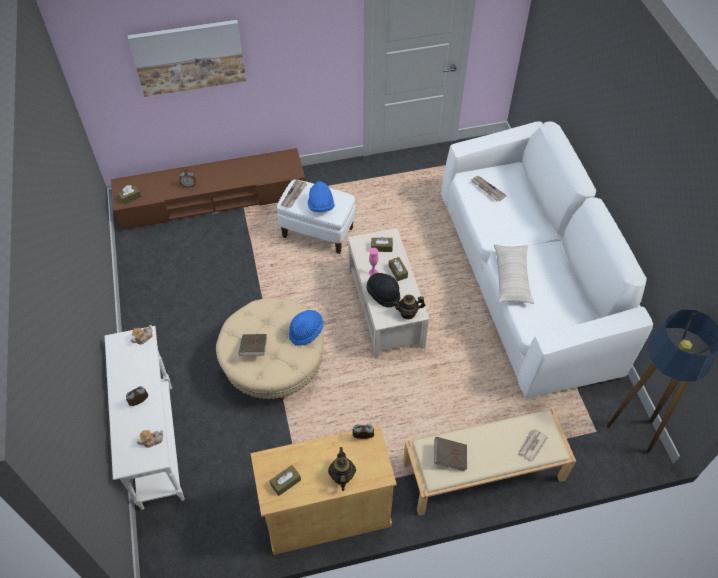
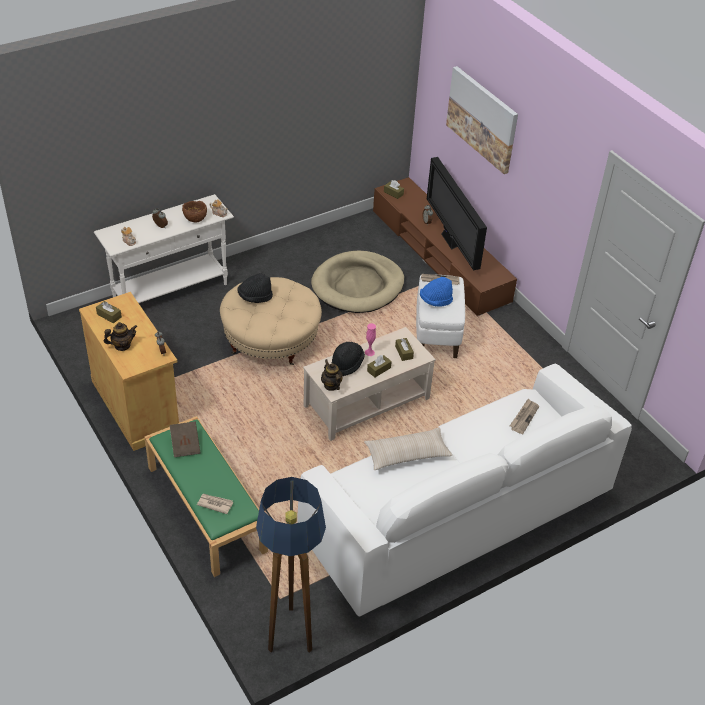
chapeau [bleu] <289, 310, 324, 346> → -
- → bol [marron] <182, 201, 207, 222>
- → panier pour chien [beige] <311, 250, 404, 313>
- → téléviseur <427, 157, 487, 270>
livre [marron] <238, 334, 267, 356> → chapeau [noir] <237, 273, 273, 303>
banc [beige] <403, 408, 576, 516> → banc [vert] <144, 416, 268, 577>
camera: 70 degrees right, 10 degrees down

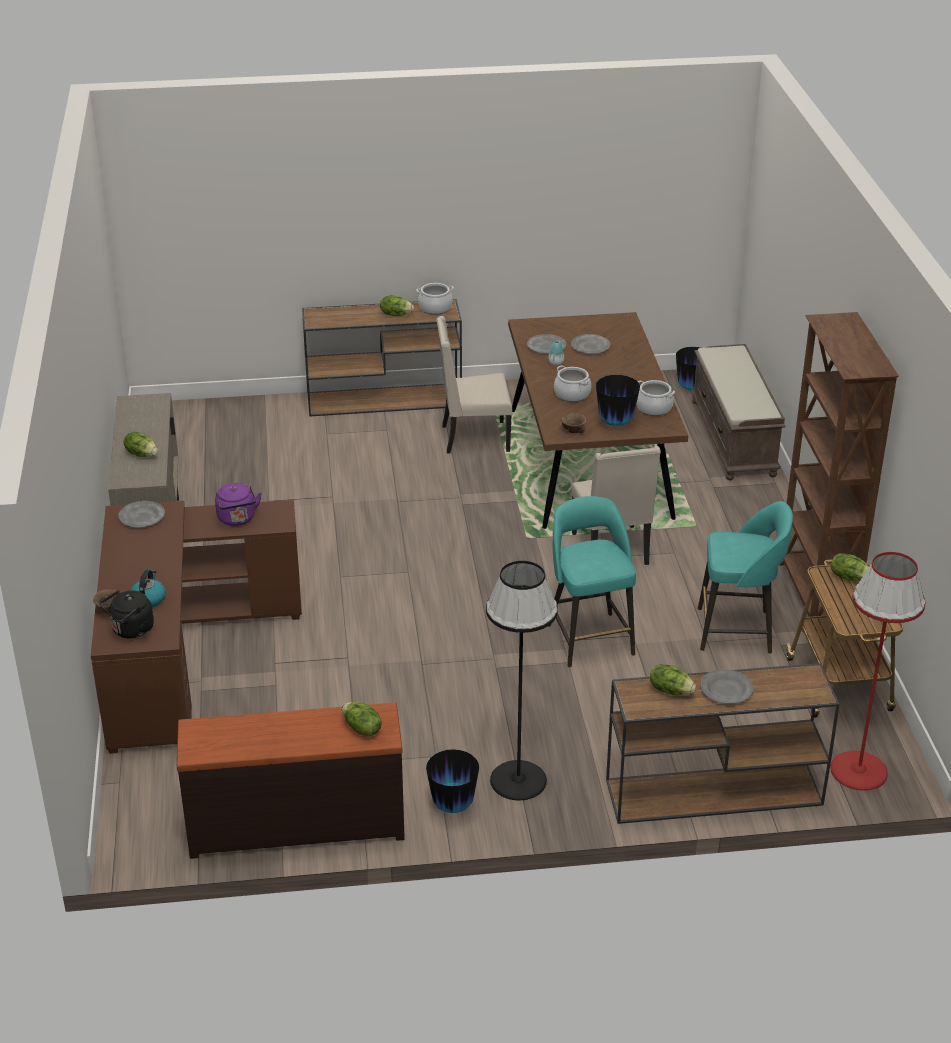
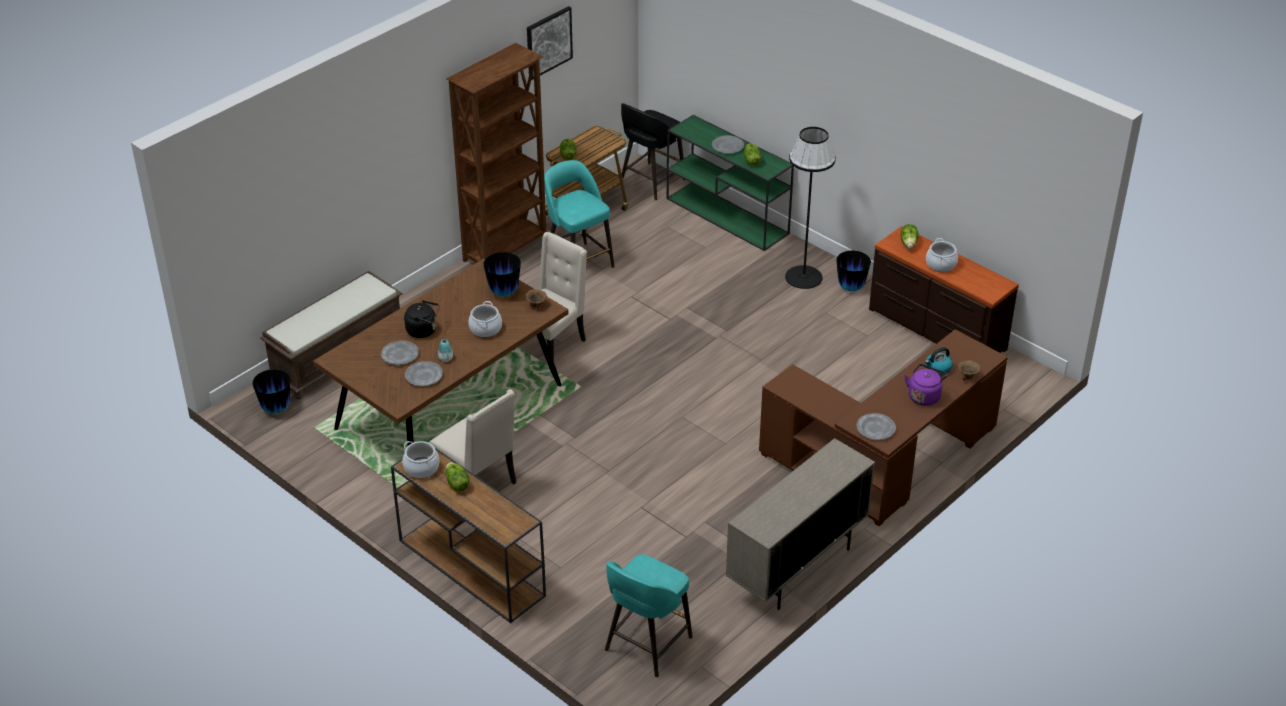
laitue <124, 432, 158, 457> → -
- → tableau <527, 6, 573, 80>
bouilloire [noir] <100, 590, 154, 639> → bouilloire [noir] <404, 300, 440, 338>, move
bouilloire [violet] <215, 483, 262, 526> → bouilloire [violet] <904, 364, 948, 406>, move
tabouret [turquoise] <548, 496, 636, 667> → tabouret [turquoise] <605, 554, 693, 677>, move
marmite <636, 380, 675, 416> → marmite <926, 238, 958, 272>, move
lampadaire [rouge] <830, 552, 926, 791> → tabouret [noir] <621, 103, 685, 200>
table console [marron] <606, 663, 840, 824> → table console [vert] <667, 115, 794, 251>
camera: 130 degrees left, 5 degrees up

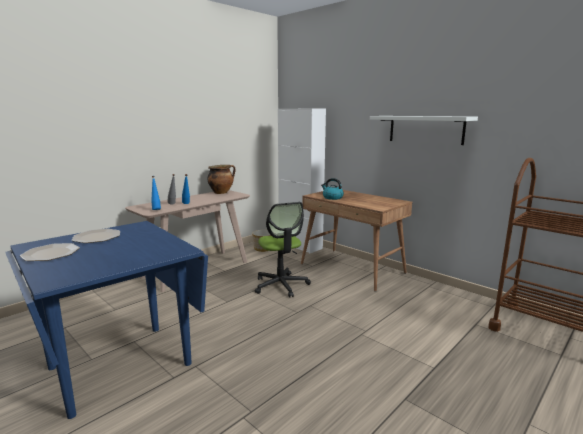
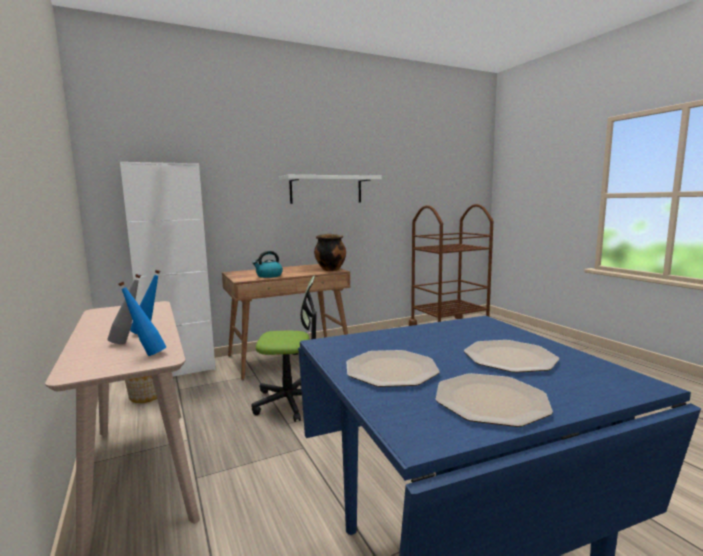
- → assiette <464, 340, 560, 373>
marmite <207, 165, 236, 194> → marmite <314, 234, 346, 271>, move
camera: 70 degrees left, 5 degrees down

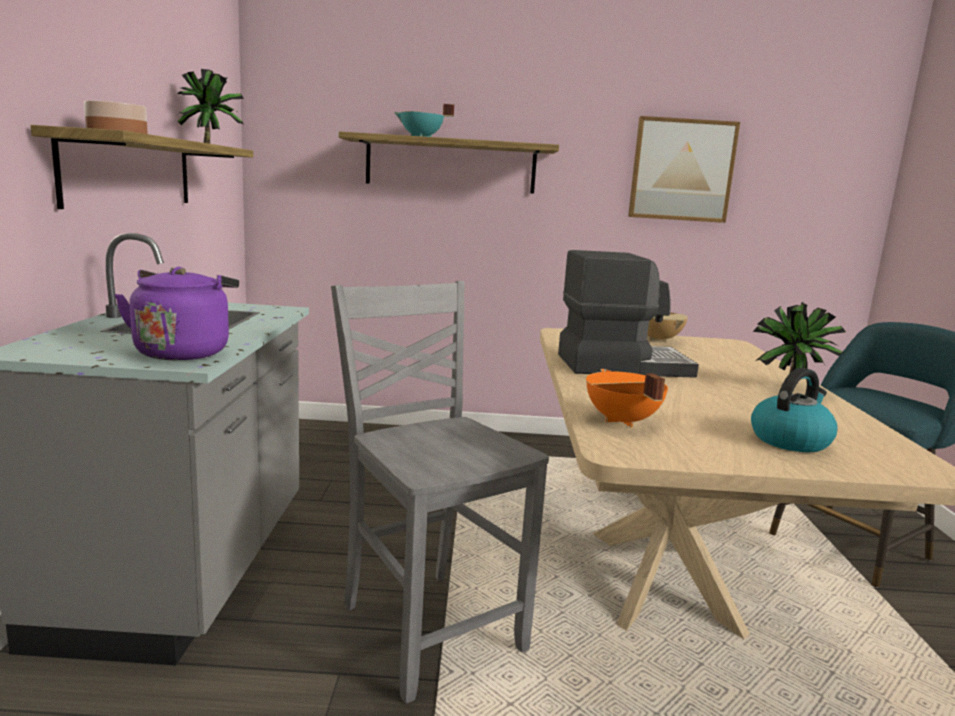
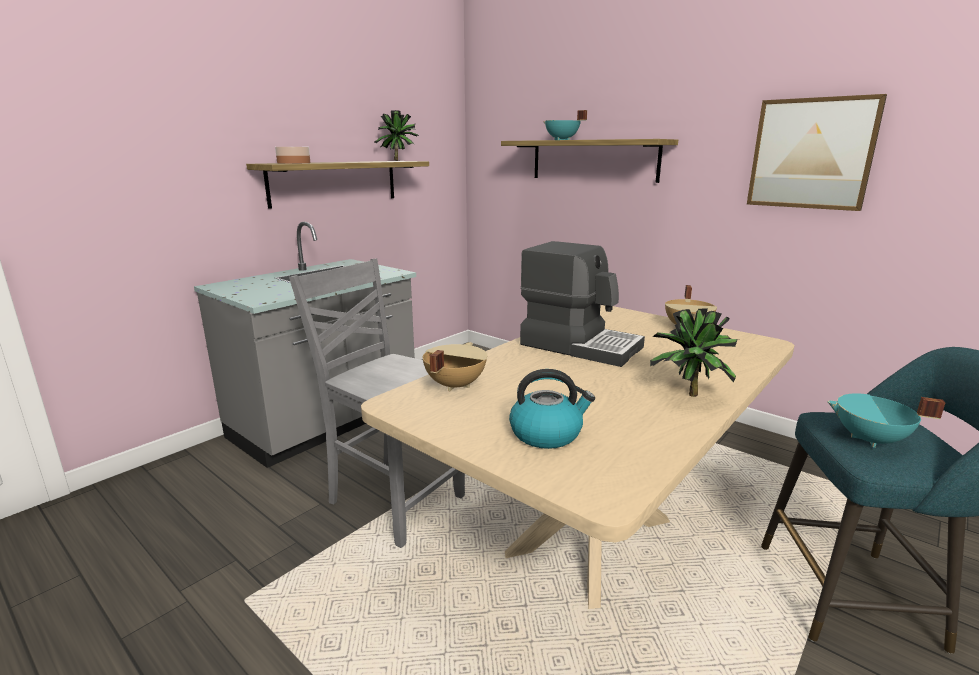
bouilloire [violet] <115, 267, 239, 360> → -
- → marmite [turquoise] <827, 394, 945, 448>
marmite [orange] <586, 369, 668, 427> → marmite [beige] <422, 342, 487, 391>
chaise [gris] <331, 281, 549, 703> → chaise [gris] <289, 259, 465, 548>, 60 degrees counterclockwise
camera: 40 degrees right, 5 degrees up

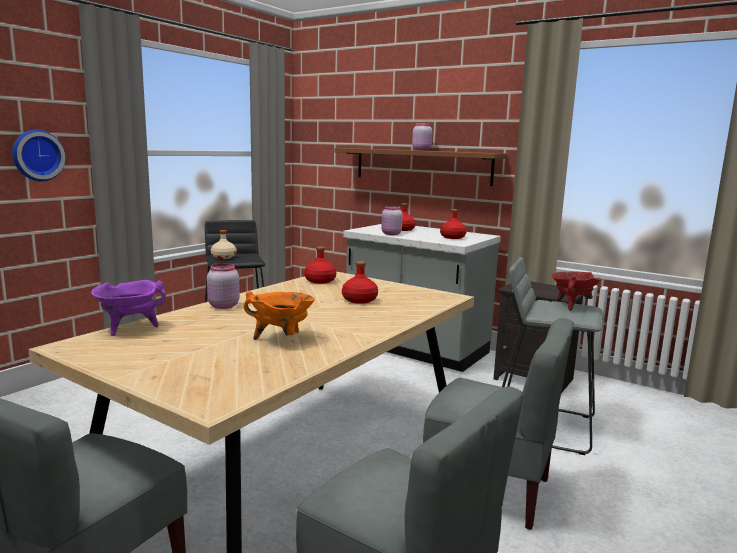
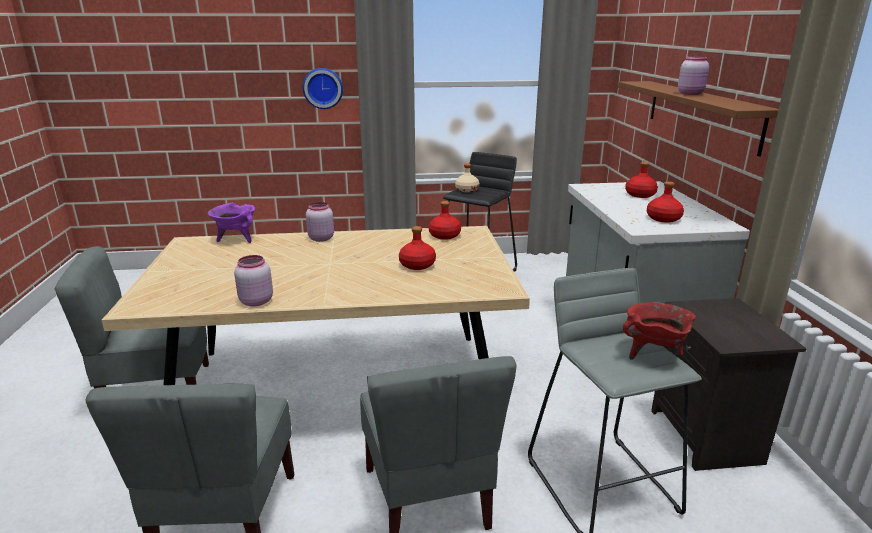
marmite [orange] <244, 291, 315, 340> → -
bocal [rose] <381, 206, 403, 235> → bocal [rose] <234, 255, 273, 306>, move
camera: 50 degrees right, 10 degrees up

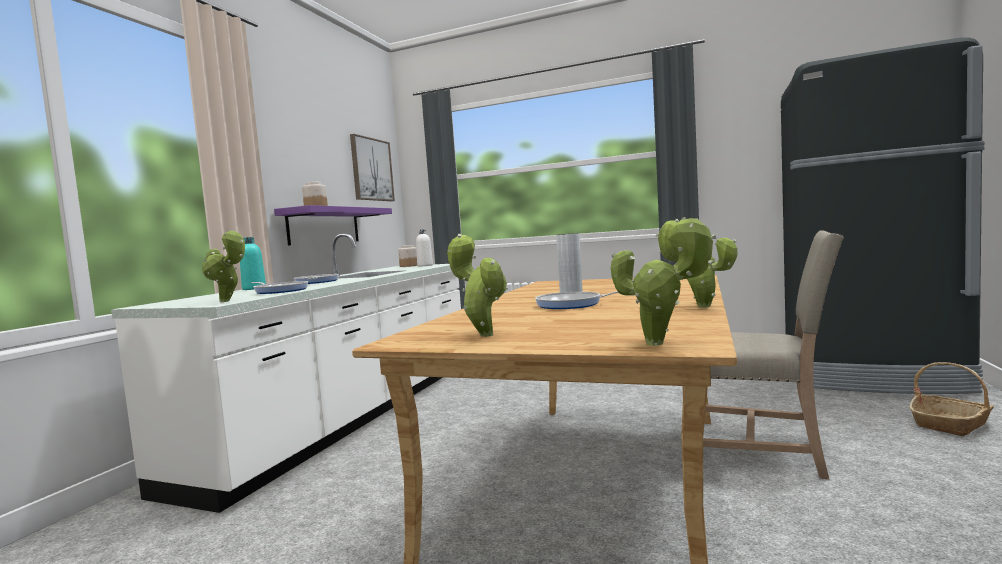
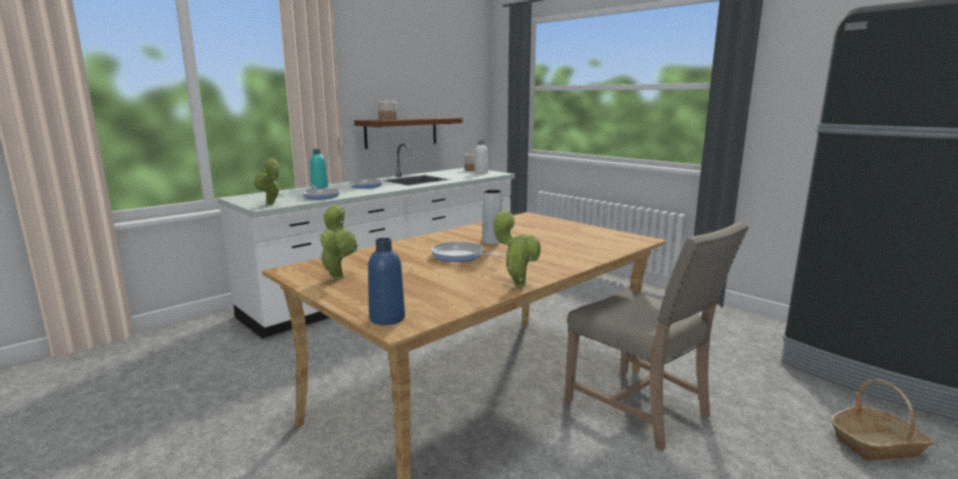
tableau <350, 134, 395, 201> → -
plante en pot <611, 217, 716, 346> → bouteille [bleu] <368, 238, 405, 325>
étagère [violet] <274, 205, 392, 246> → étagère [marron] <354, 117, 463, 149>
camera: 25 degrees right, 10 degrees up

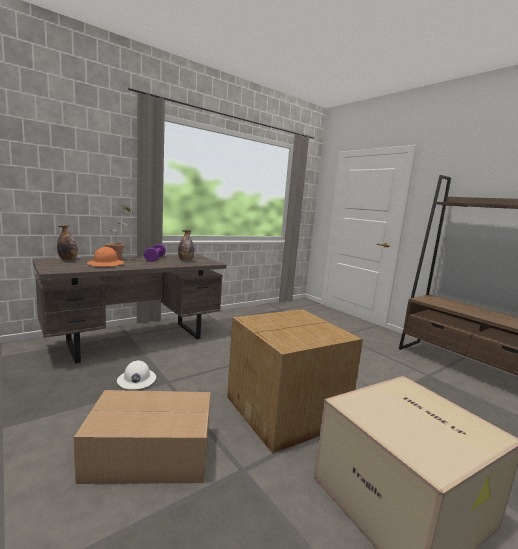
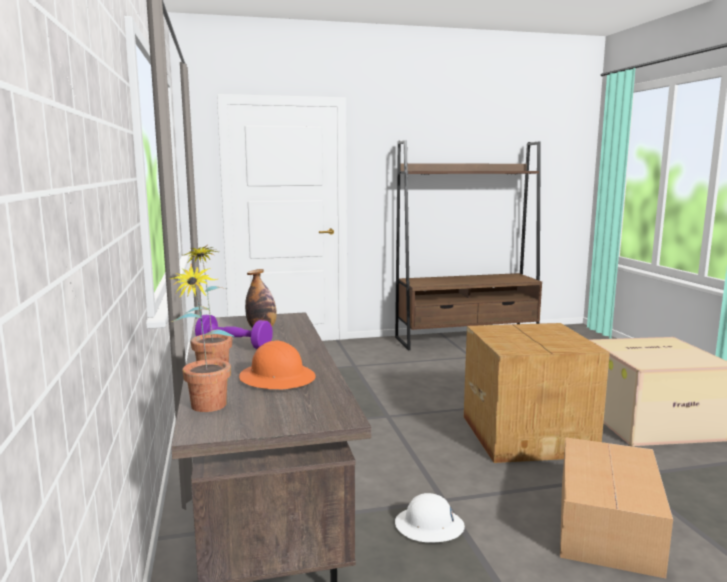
bouteille <57, 225, 78, 260> → plante en pot <170, 264, 235, 412>
camera: 65 degrees left, 0 degrees up

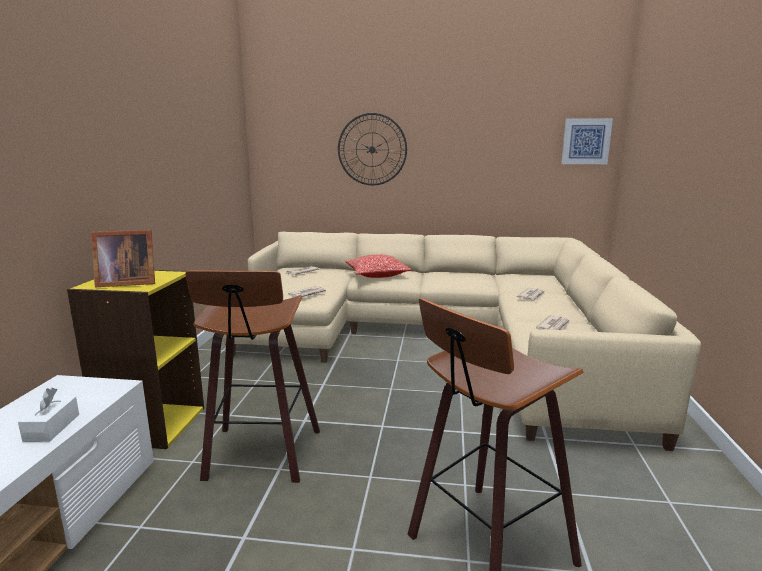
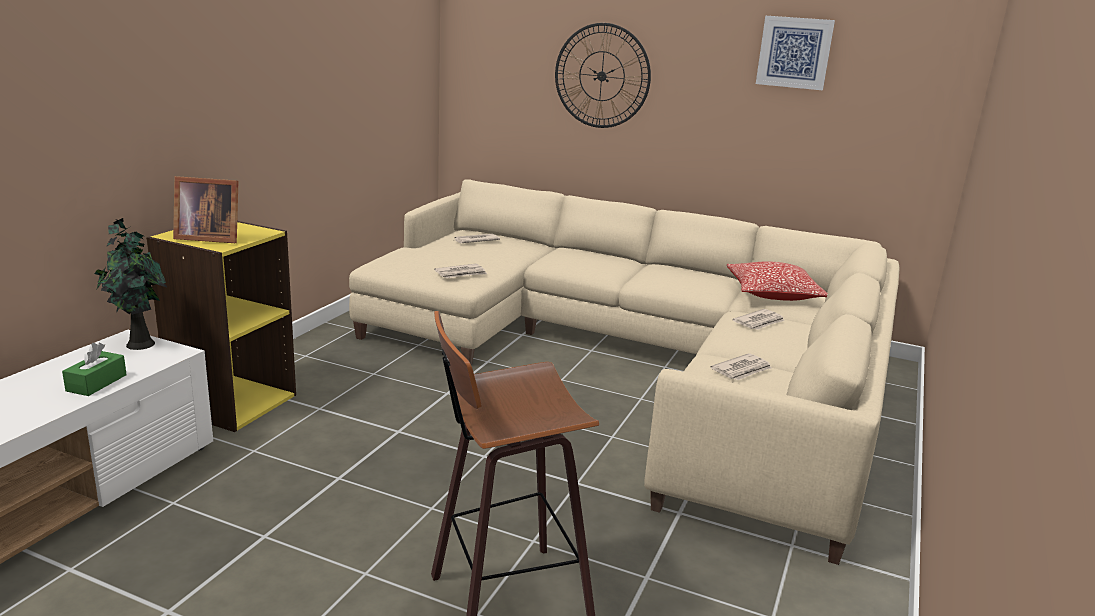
tabouret <185, 270, 320, 483> → -
- → plante en pot <95, 218, 168, 350>
coussin <345, 254, 412, 278> → coussin <727, 261, 828, 301>, move
tableau <561, 118, 613, 164> → tableau <756, 16, 835, 90>, move
boîte à mouchoirs [blanc] <18, 388, 79, 442> → boîte à mouchoirs [vert] <62, 343, 127, 396>
camera: 15 degrees right, 5 degrees up

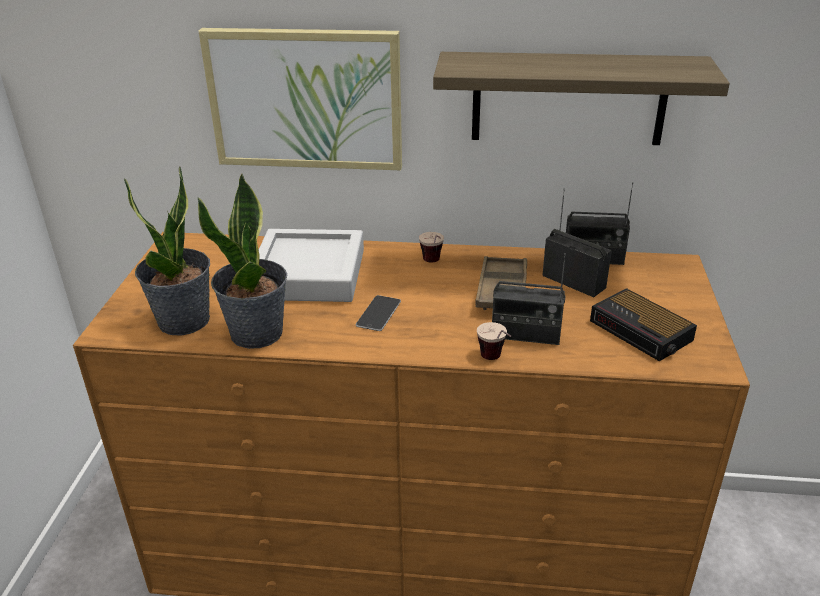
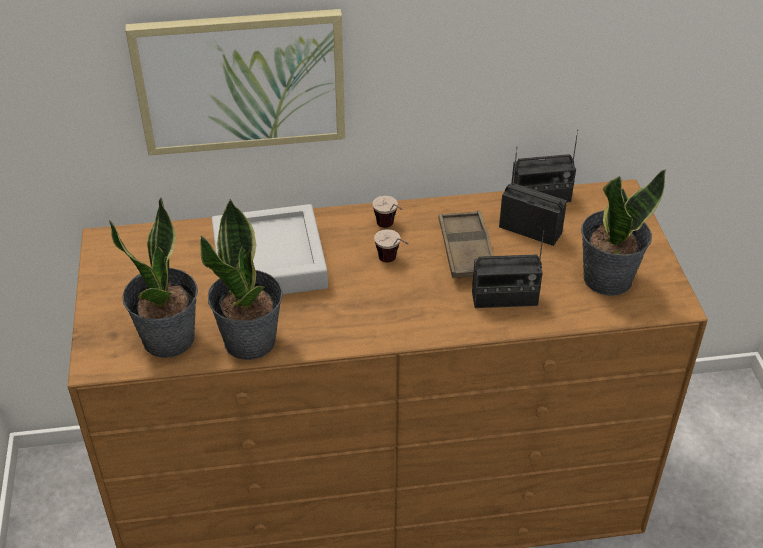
téléphone <356, 295, 401, 331> → -
étagère <433, 52, 730, 145> → -
tasse <477, 322, 511, 360> → tasse <374, 229, 408, 263>, move
réveil <590, 288, 697, 362> → plante en pot <581, 169, 666, 296>
camera: 15 degrees left, 10 degrees up

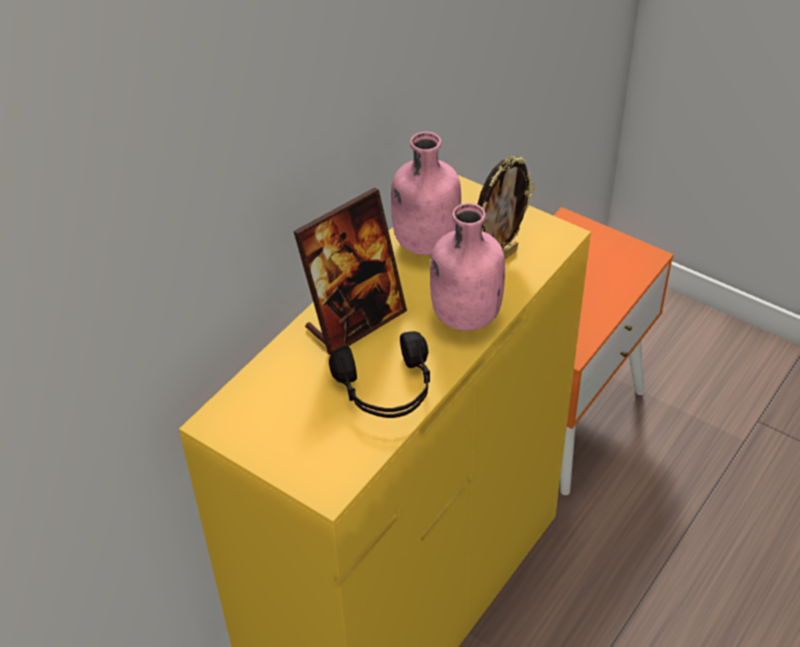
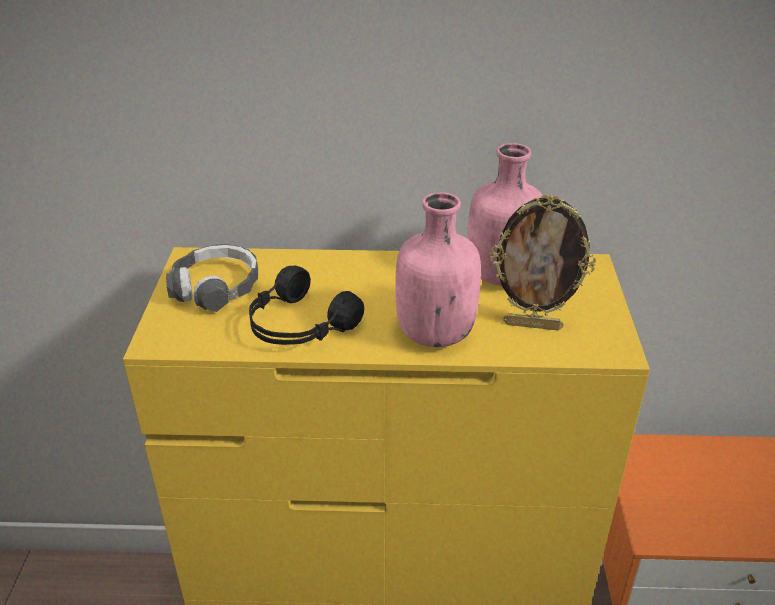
cadre photo <293, 188, 407, 355> → -
- → casque audio <166, 244, 258, 312>
camera: 55 degrees right, 10 degrees down

